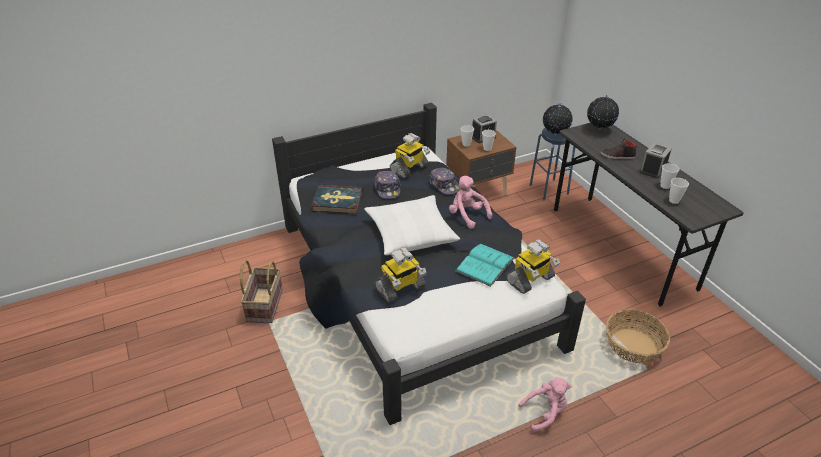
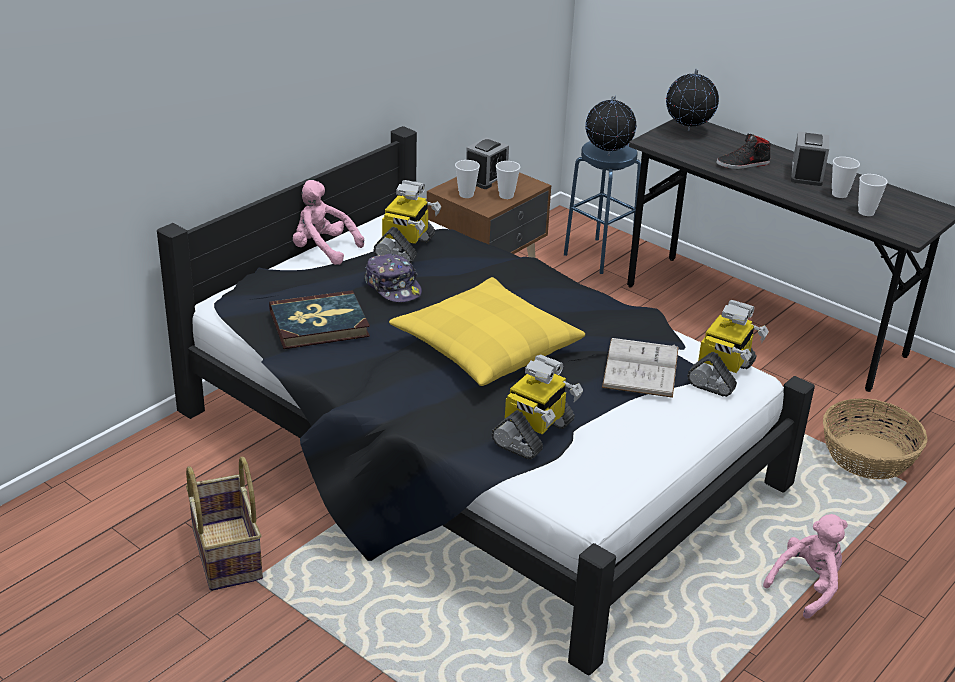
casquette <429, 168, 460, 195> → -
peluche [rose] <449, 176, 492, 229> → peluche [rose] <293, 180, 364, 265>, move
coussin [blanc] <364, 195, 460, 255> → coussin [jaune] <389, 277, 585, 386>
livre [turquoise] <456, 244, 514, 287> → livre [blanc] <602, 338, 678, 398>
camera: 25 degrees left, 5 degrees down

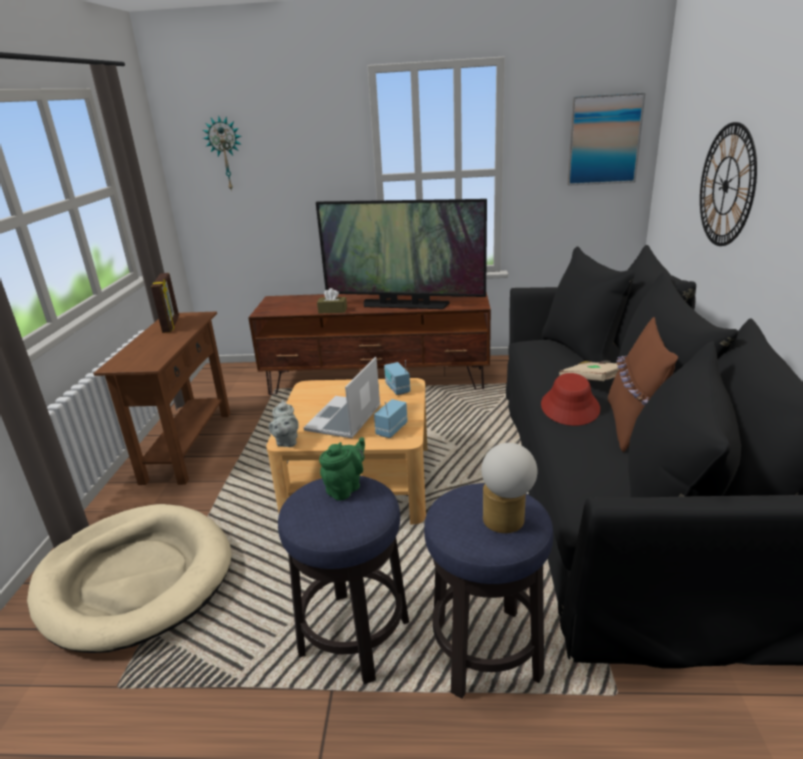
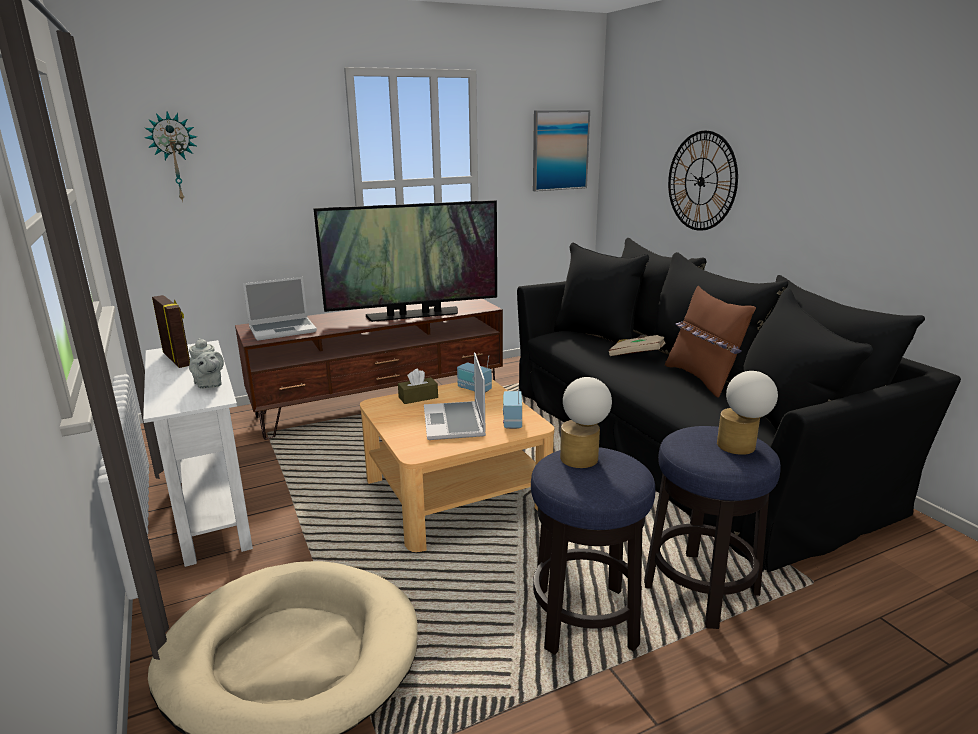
chapeau [rouge] <541, 373, 600, 426> → -
- → ordinateur portable <243, 277, 317, 341>
théière [gris] <269, 400, 299, 447> → théière [gris] <189, 338, 224, 389>, move
boîte à mouchoirs [marron] <317, 288, 347, 313> → boîte à mouchoirs [marron] <398, 369, 438, 404>, move
théière [vert] <319, 437, 365, 501> → lampe de table <560, 377, 612, 468>
table console [marron] <93, 311, 231, 485> → table console [blanc] <143, 340, 253, 567>
camera: 30 degrees left, 5 degrees down

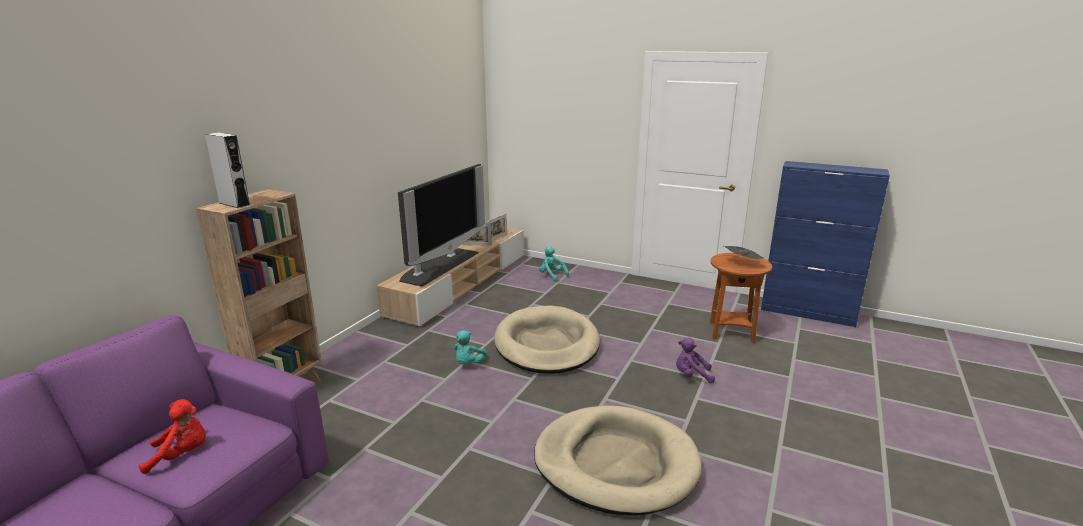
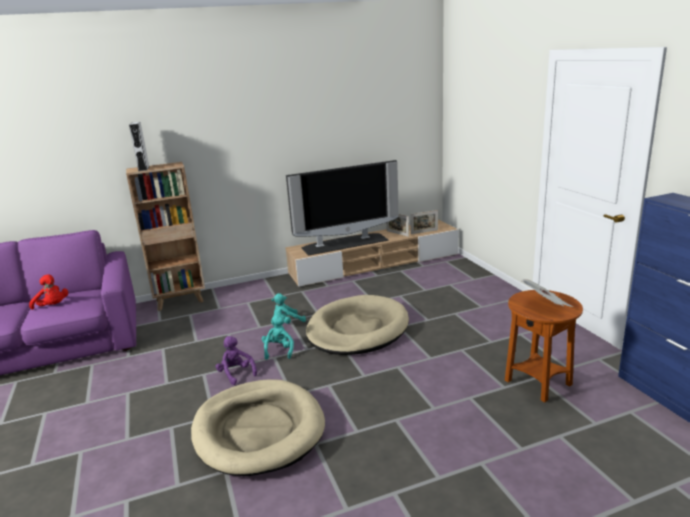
peluche [turquoise] <539, 246, 569, 281> → peluche [turquoise] <262, 315, 294, 360>, move
peluche [violet] <676, 337, 715, 384> → peluche [violet] <215, 336, 257, 385>, move
camera: 45 degrees right, 0 degrees up

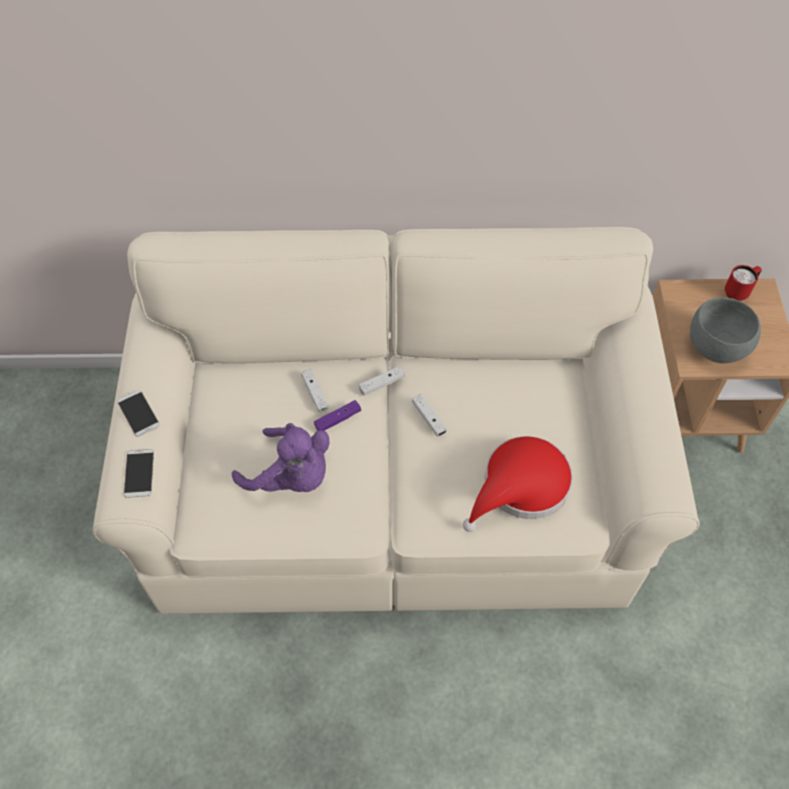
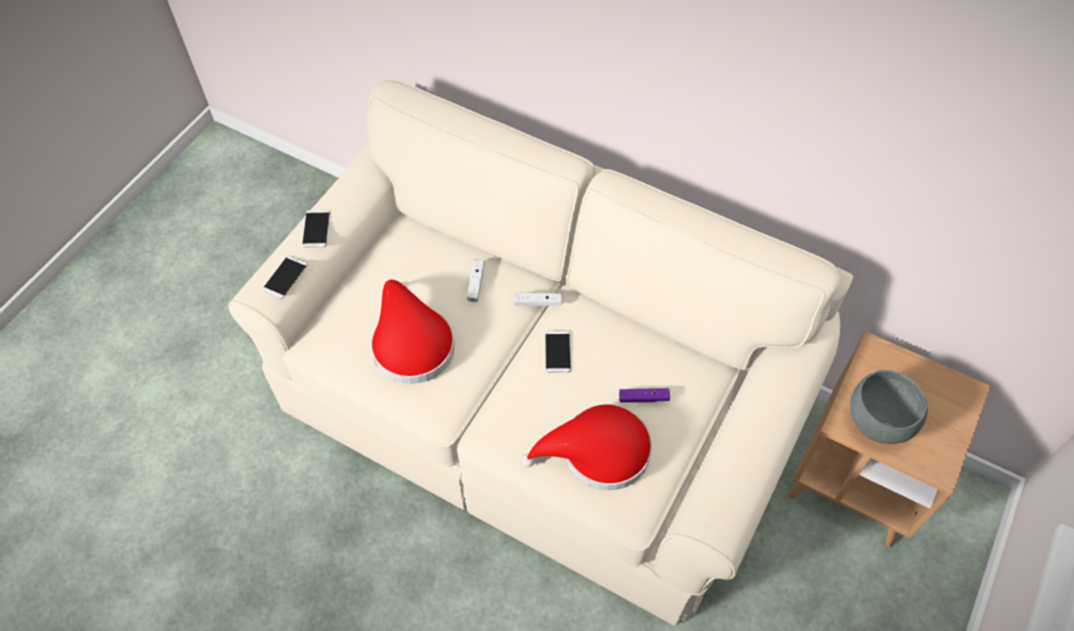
mug [rouge] <725, 265, 762, 301> → -
manette [violet] <314, 400, 361, 431> → manette [violet] <619, 388, 670, 403>, move
peluche [violet] <232, 423, 330, 492> → chapeau [rouge] <371, 280, 455, 384>
manette [blanc] <412, 394, 447, 437> → téléphone <545, 331, 571, 373>
camera: 30 degrees right, 0 degrees up

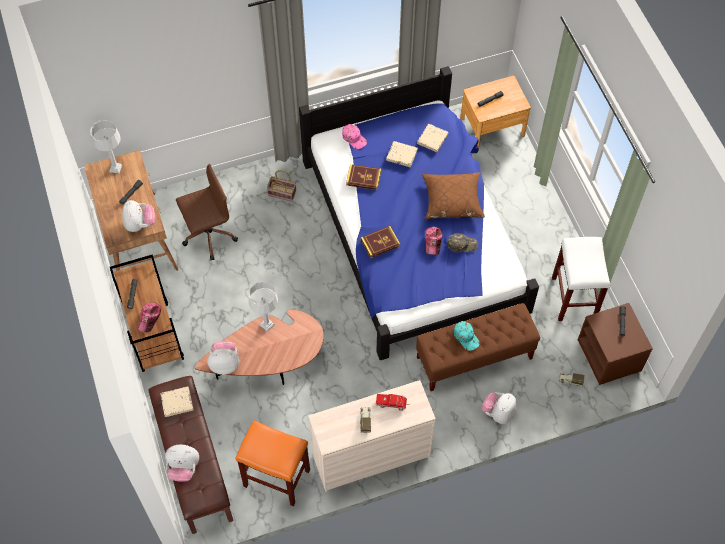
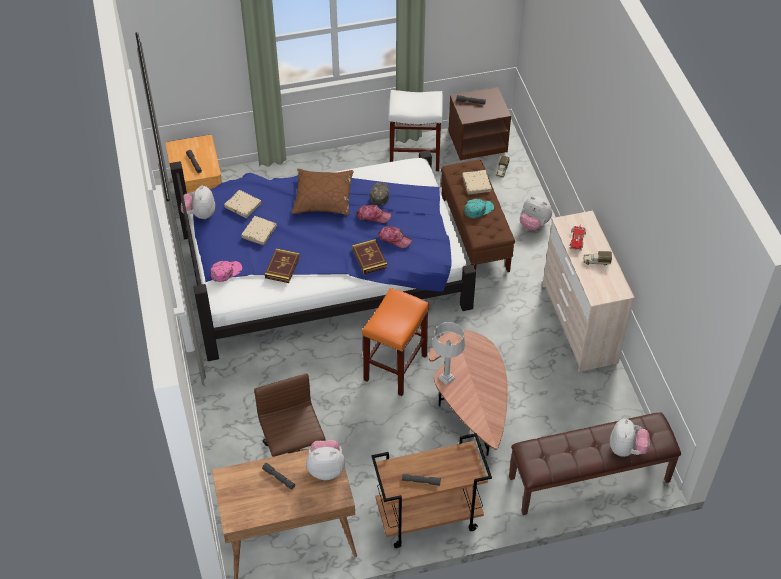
lampe de table [gris] <90, 120, 122, 173> → -
panier <267, 170, 296, 201> → -
casquette <137, 302, 161, 333> → casquette <378, 226, 412, 248>, move
livre [beige] <160, 387, 193, 417> → livre [beige] <462, 170, 492, 195>, move
peluche <207, 341, 239, 375> → peluche <181, 185, 215, 219>, move
tabouret [orange] <235, 420, 310, 506> → tabouret [orange] <362, 288, 429, 396>, move
camera: 85 degrees left, 10 degrees down

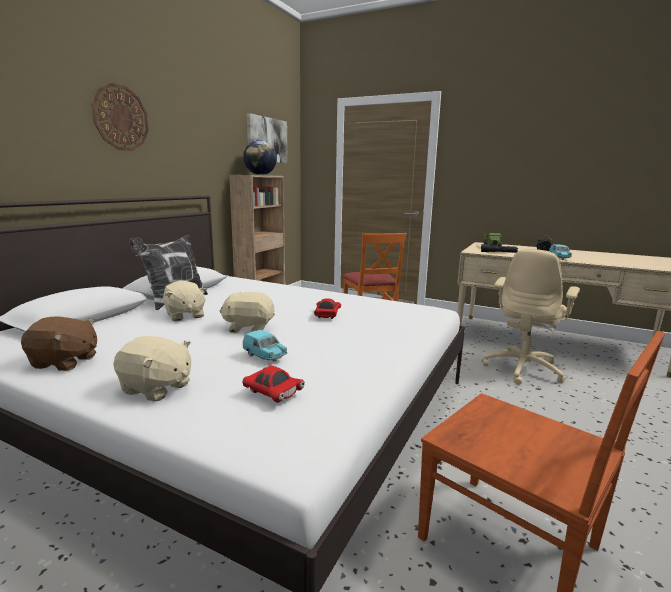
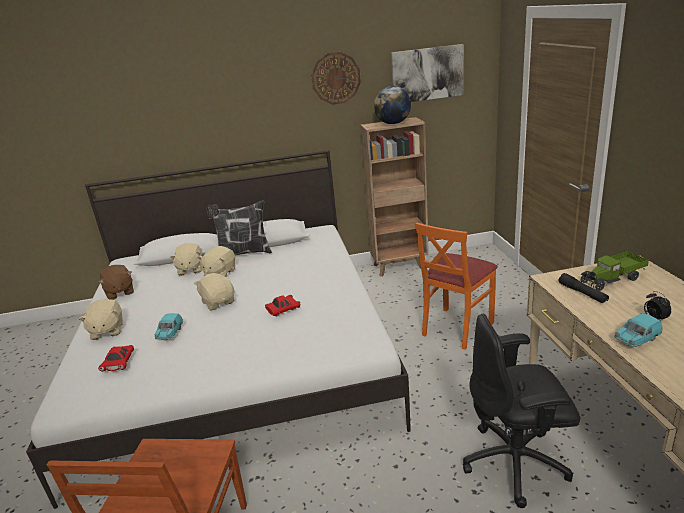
- → peluche [beige] <170, 243, 203, 276>
horloge murale <91, 83, 149, 151> → horloge murale <311, 52, 361, 105>, move
chaise de bureau [beige] <483, 249, 580, 384> → chaise de bureau [noir] <463, 314, 580, 508>
camera: 55 degrees right, 10 degrees up

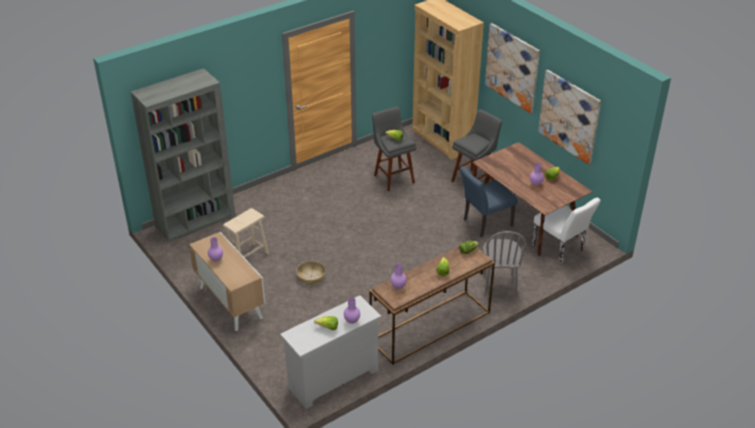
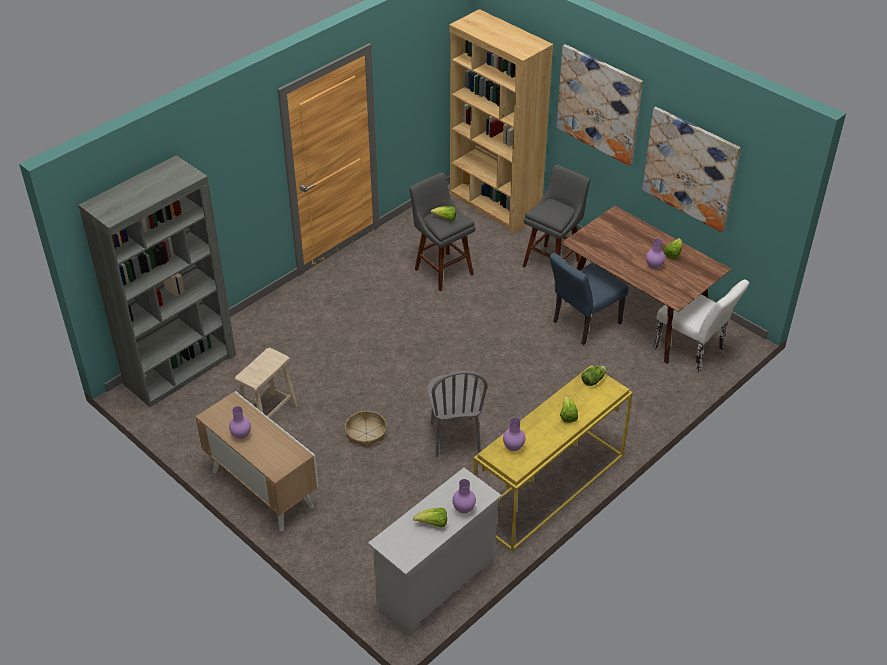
chaise [gris] <483, 231, 527, 297> → chaise [gris] <427, 371, 488, 457>, move
table console [marron] <369, 246, 495, 365> → table console [jaune] <473, 365, 633, 552>
camera: 10 degrees left, 5 degrees up

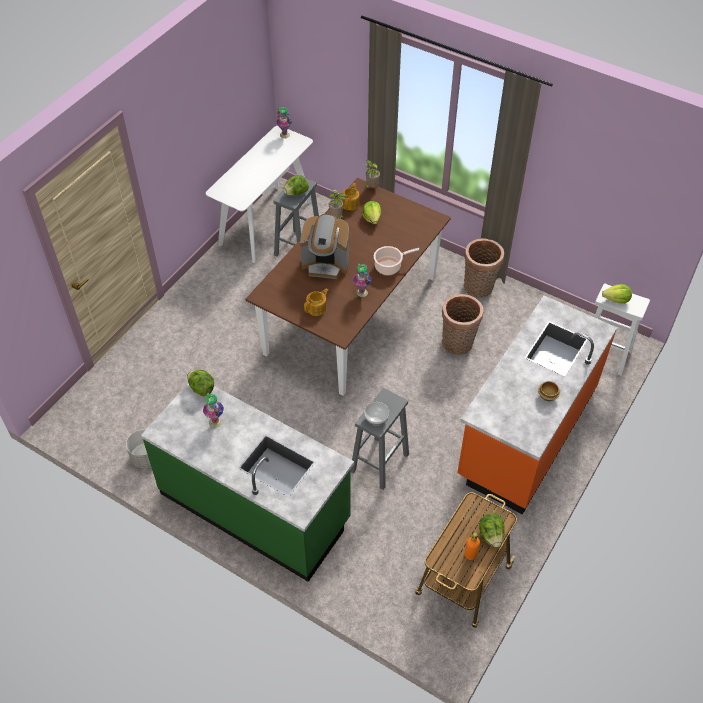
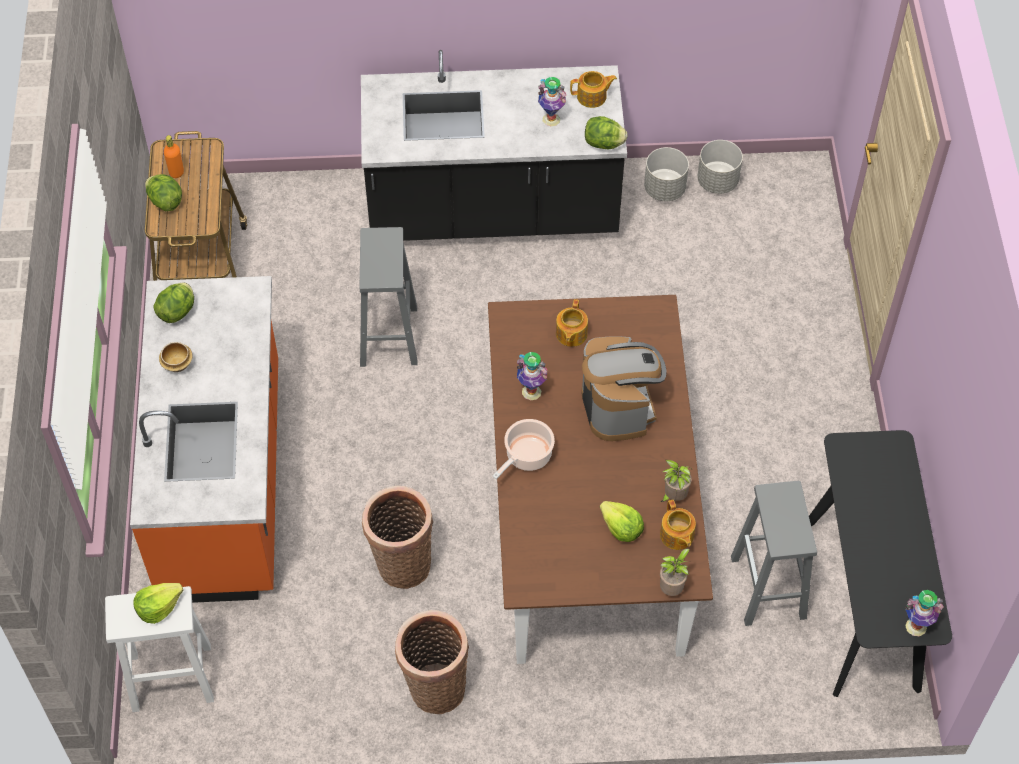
bol <364, 402, 389, 425> → -
- → théière <570, 71, 617, 108>
- → cache-pot [gris] <697, 140, 743, 194>
laitue <283, 175, 309, 196> → laitue <153, 282, 194, 323>, move
comptoir de cuisine [vert] <141, 383, 354, 582> → comptoir de cuisine [noir] <361, 50, 627, 241>
table console [blanc] <206, 126, 313, 263> → table console [noir] <809, 430, 952, 697>
machine à café <300, 214, 349, 279> → machine à café <581, 336, 667, 441>, 105 degrees clockwise
camera: 145 degrees right, 5 degrees up

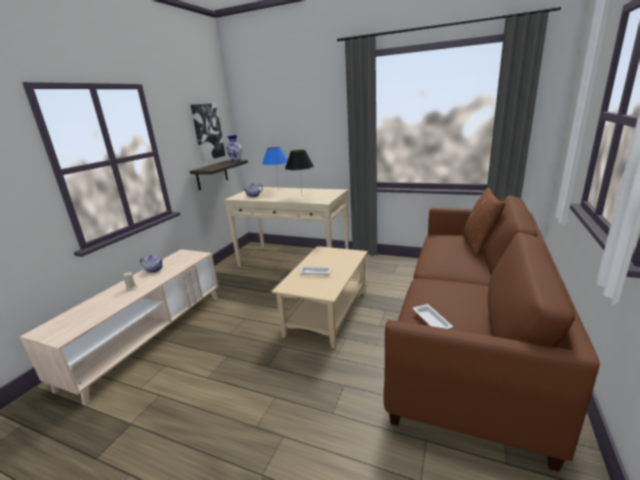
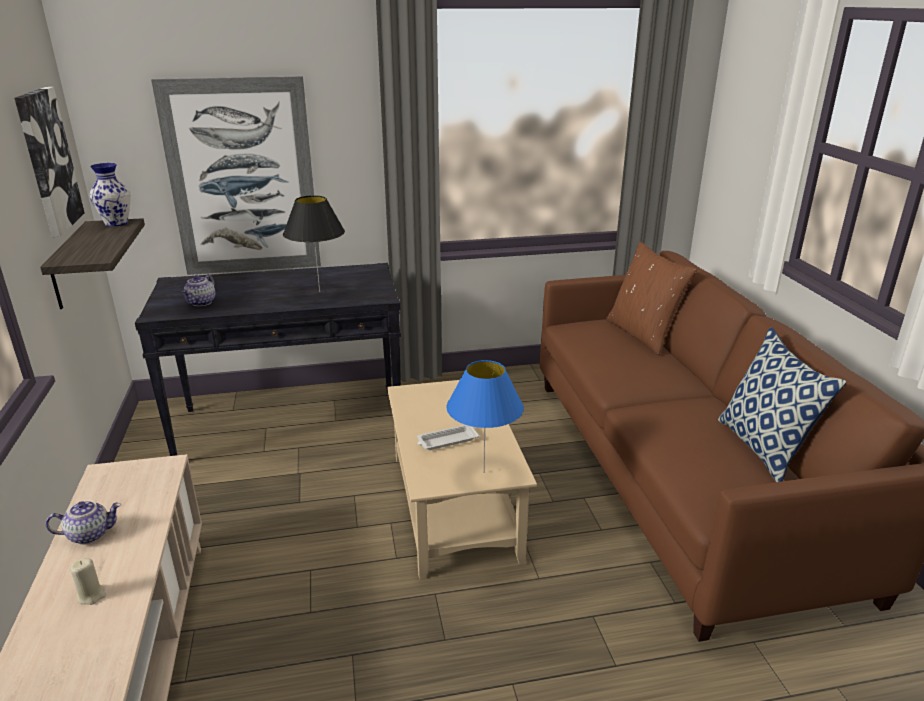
plateau [blanc] <413, 304, 453, 329> → -
- → tableau <151, 76, 321, 275>
- → coussin <718, 327, 847, 482>
lampe de table [bleu] <262, 147, 288, 190> → lampe de table [bleu] <447, 360, 524, 473>, move
table console [beige] <224, 187, 349, 267> → table console [noir] <135, 263, 401, 456>
camera: 35 degrees left, 5 degrees up

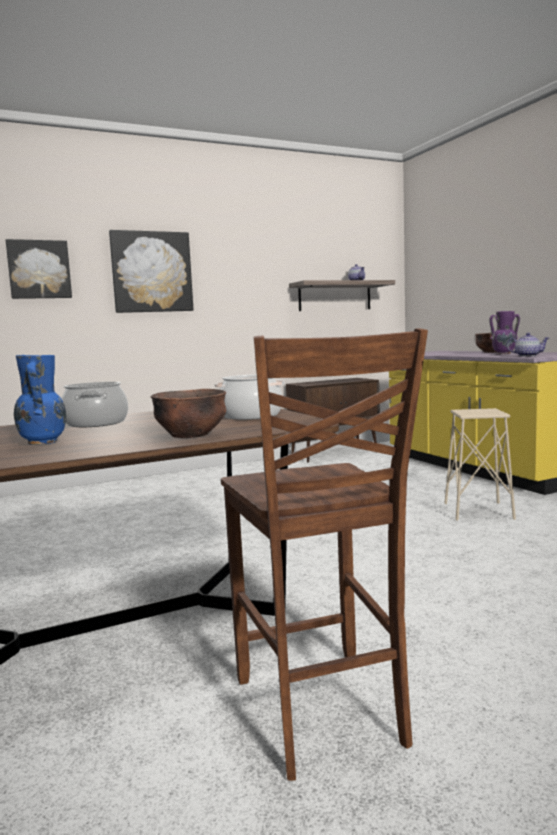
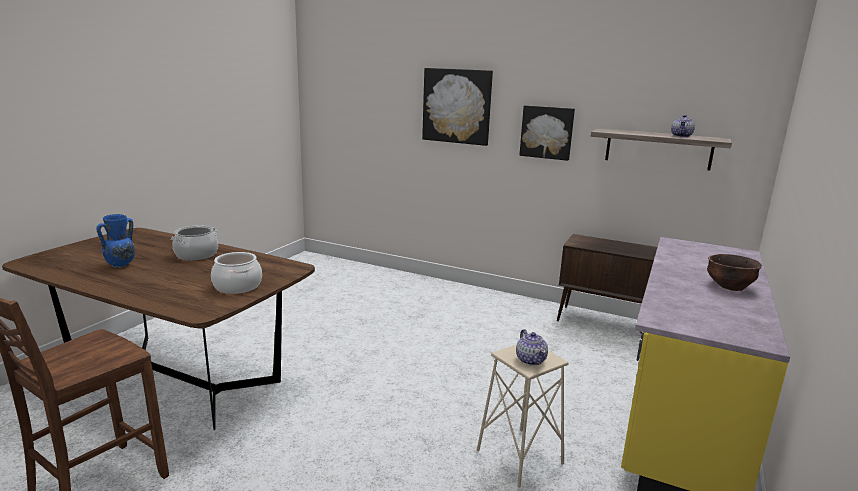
bol [marron] <151, 389, 226, 438> → -
vase [violet] <490, 311, 520, 354> → -
tableau <6, 239, 72, 299> → tableau <519, 105, 575, 161>, move
théière <507, 333, 549, 357> → théière <516, 329, 548, 366>, move
camera: 50 degrees right, 10 degrees up

